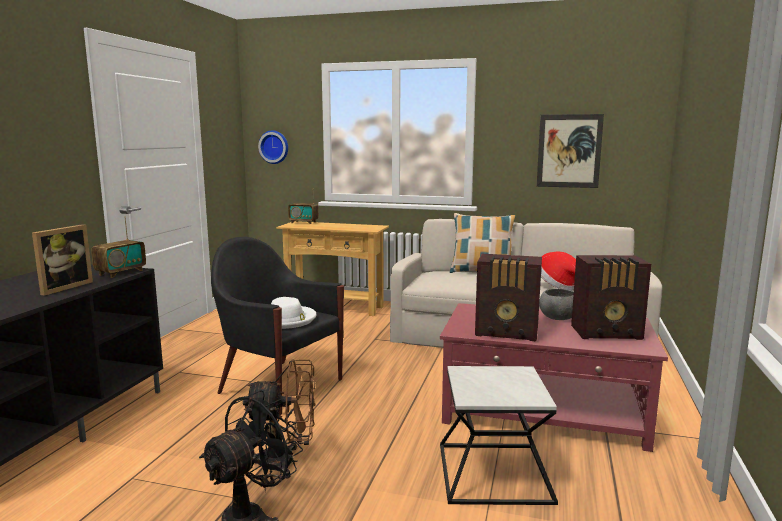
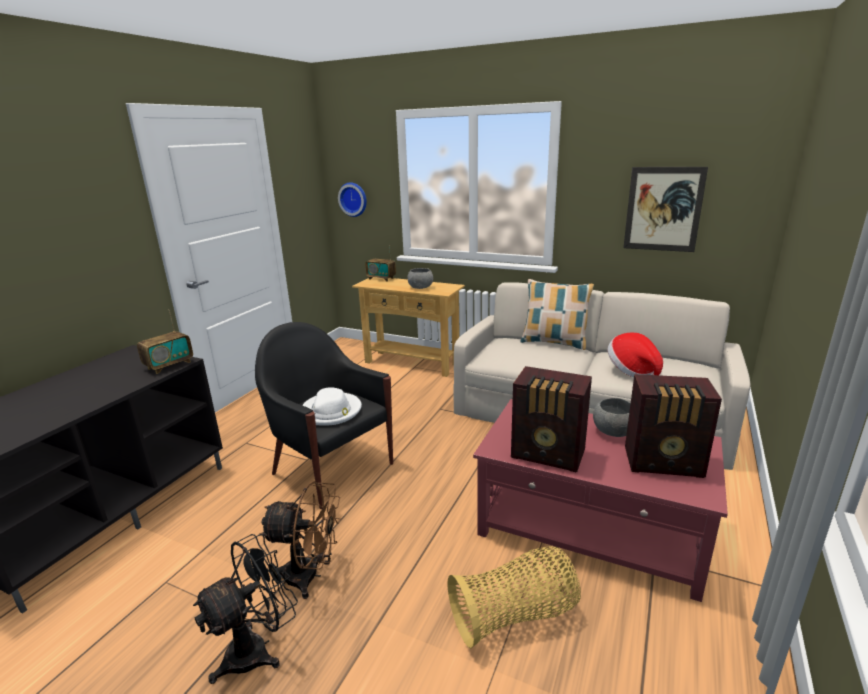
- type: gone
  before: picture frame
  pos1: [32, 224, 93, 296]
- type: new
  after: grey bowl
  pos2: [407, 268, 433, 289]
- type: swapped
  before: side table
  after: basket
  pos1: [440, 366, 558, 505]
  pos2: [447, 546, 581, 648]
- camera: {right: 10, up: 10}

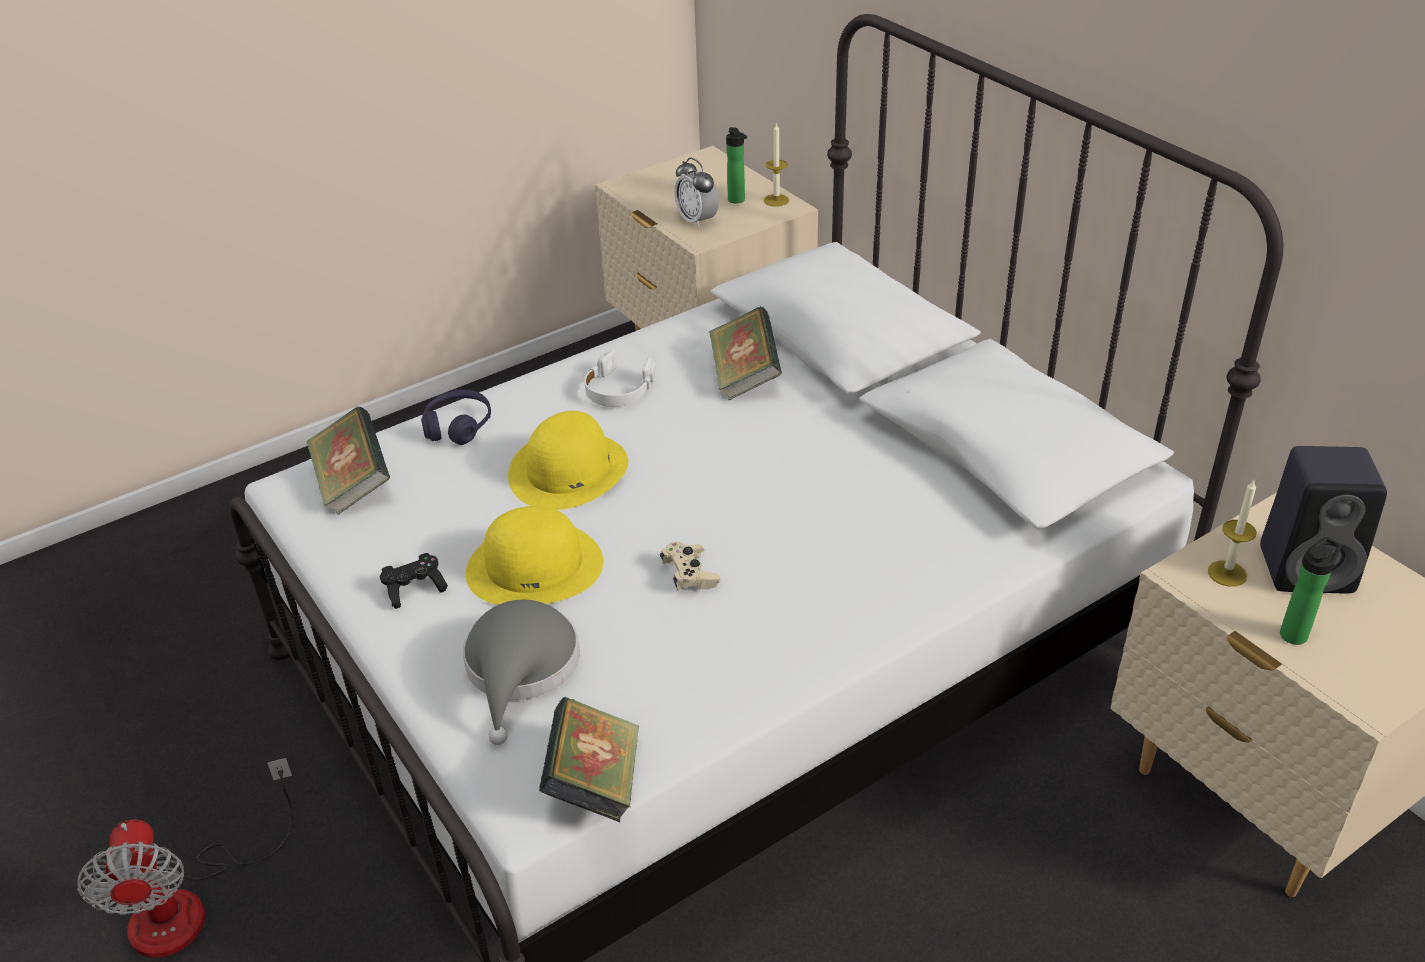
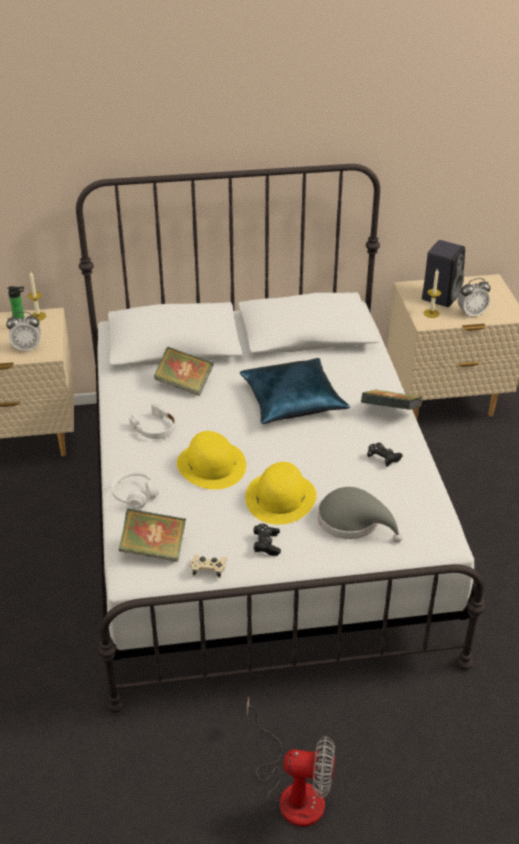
- type: new
  after: blue pillow
  pos2: [240, 358, 350, 424]
- type: new
  after: black game controller
  pos2: [367, 443, 403, 467]
- type: shifted
  before: book
  pos1: [539, 697, 639, 822]
  pos2: [361, 389, 422, 410]
- type: shifted
  before: beige game controller
  pos1: [660, 542, 720, 591]
  pos2: [190, 555, 227, 578]
- type: swapped
  before: bottle
  after: alarm clock
  pos1: [1280, 537, 1342, 645]
  pos2: [458, 278, 491, 318]
- type: repainted
  before: purple headphones
  after: white headphones
  pos1: [421, 390, 491, 445]
  pos2: [111, 472, 159, 509]
- camera: {right: -65, up: 0}

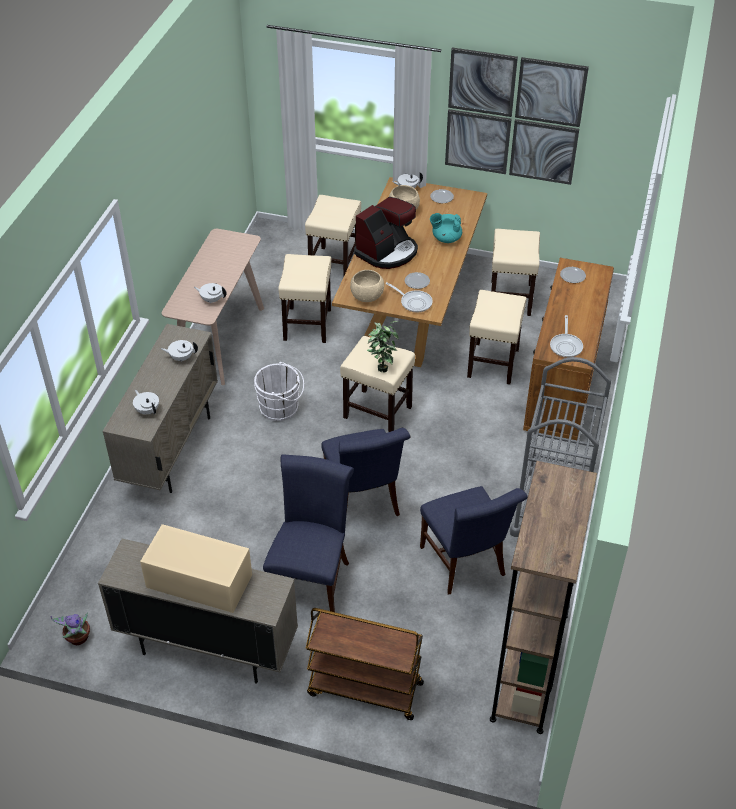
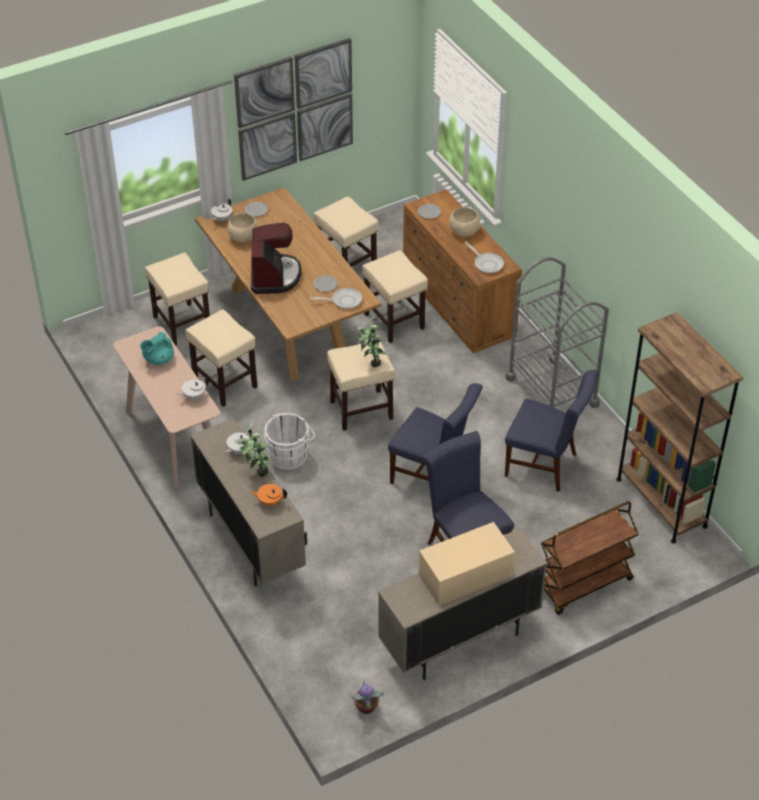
- type: new
  after: potted plant
  pos2: [237, 424, 273, 477]
- type: shifted
  before: beige bowl
  pos1: [350, 270, 384, 302]
  pos2: [449, 207, 480, 237]
- type: shifted
  before: turquoise teapot
  pos1: [430, 213, 462, 243]
  pos2: [140, 332, 174, 365]
- type: repainted
  before: white teapot
  after: orange teapot
  pos1: [133, 390, 159, 414]
  pos2: [250, 484, 287, 507]
- camera: {right: -45, up: 0}

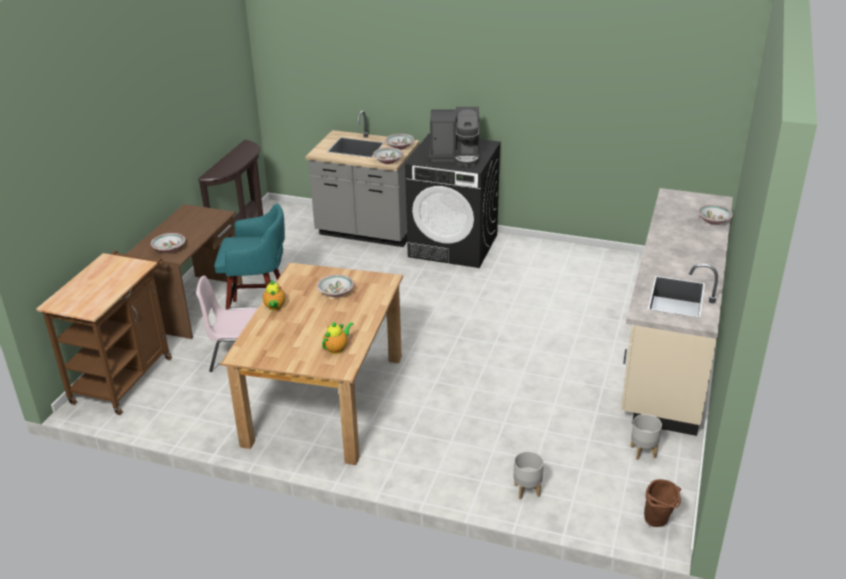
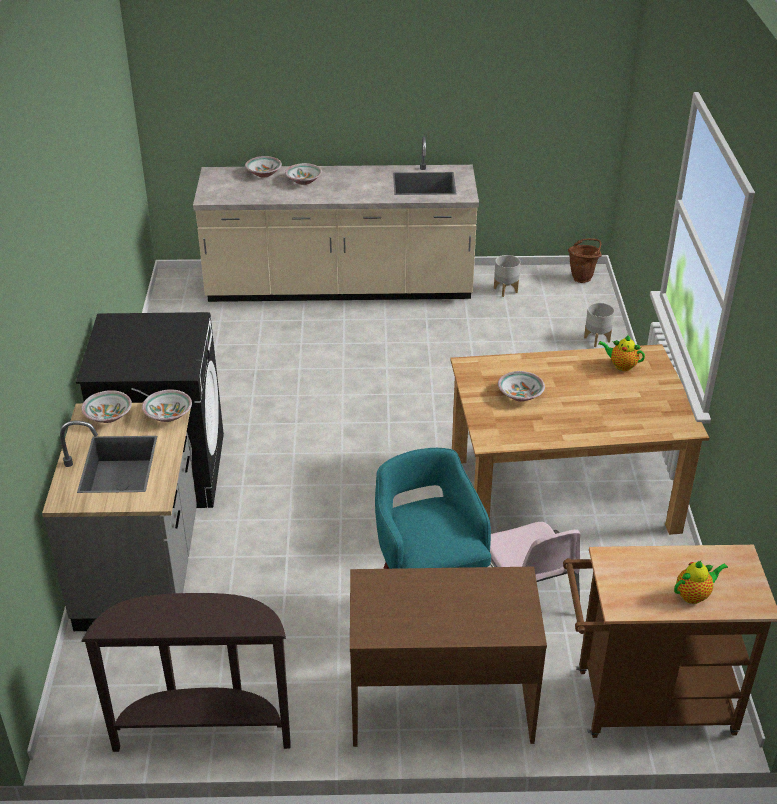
- type: gone
  before: coffee machine
  pos1: [429, 107, 479, 167]
- type: shifted
  before: bowl
  pos1: [151, 233, 185, 253]
  pos2: [285, 163, 322, 185]
- type: shifted
  before: teapot
  pos1: [263, 280, 285, 311]
  pos2: [674, 561, 728, 604]
- camera: {right: -110, up: 5}

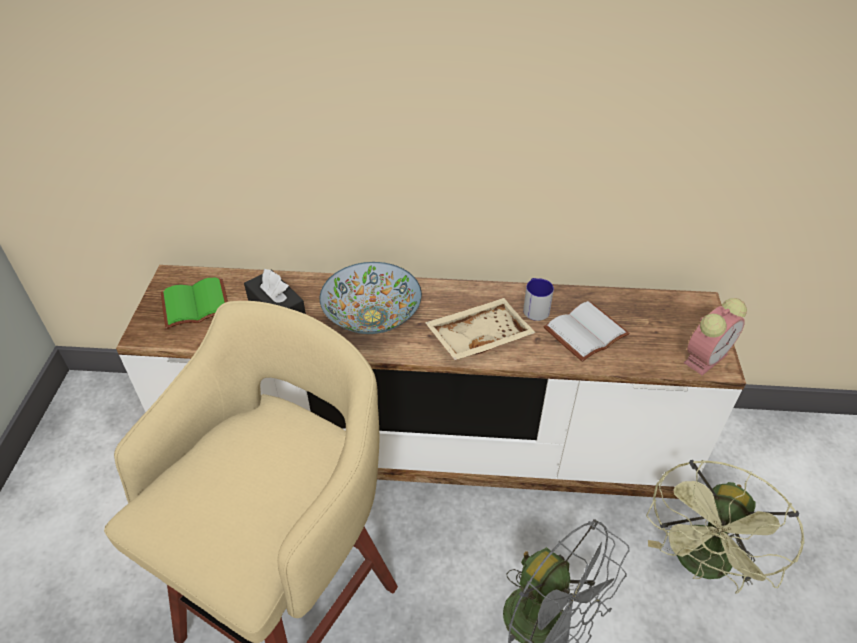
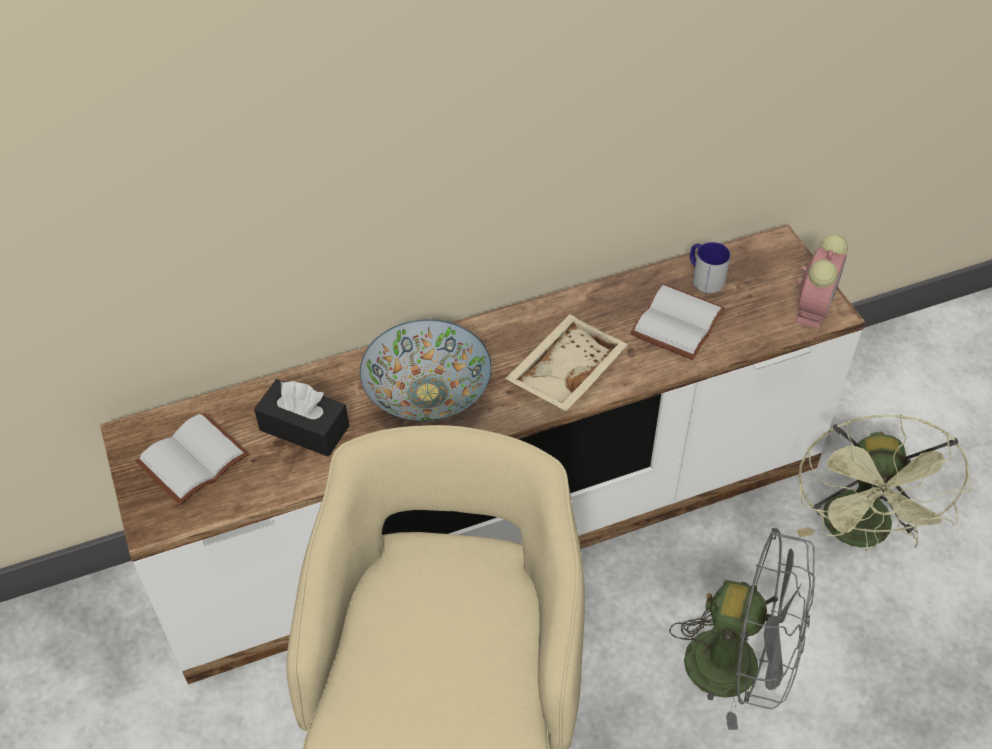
- type: shifted
  before: mug
  pos1: [523, 278, 554, 321]
  pos2: [690, 242, 731, 293]
- type: repainted
  before: green book
  after: white book
  pos1: [161, 277, 228, 329]
  pos2: [135, 413, 249, 505]
- camera: {right: -25, up: 5}

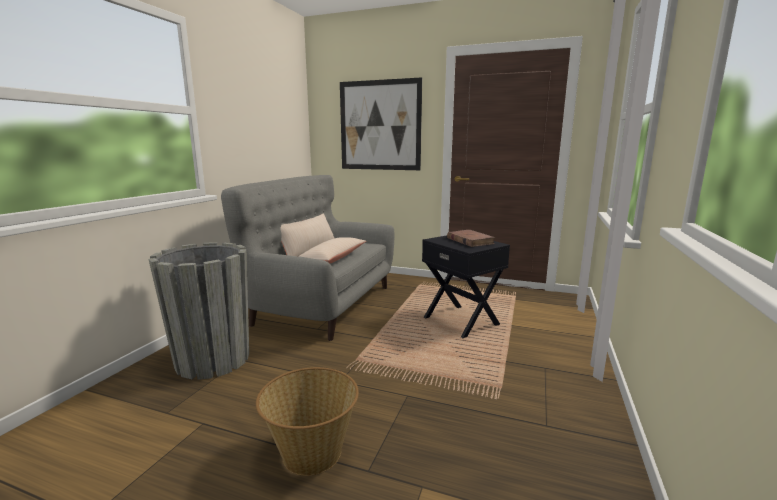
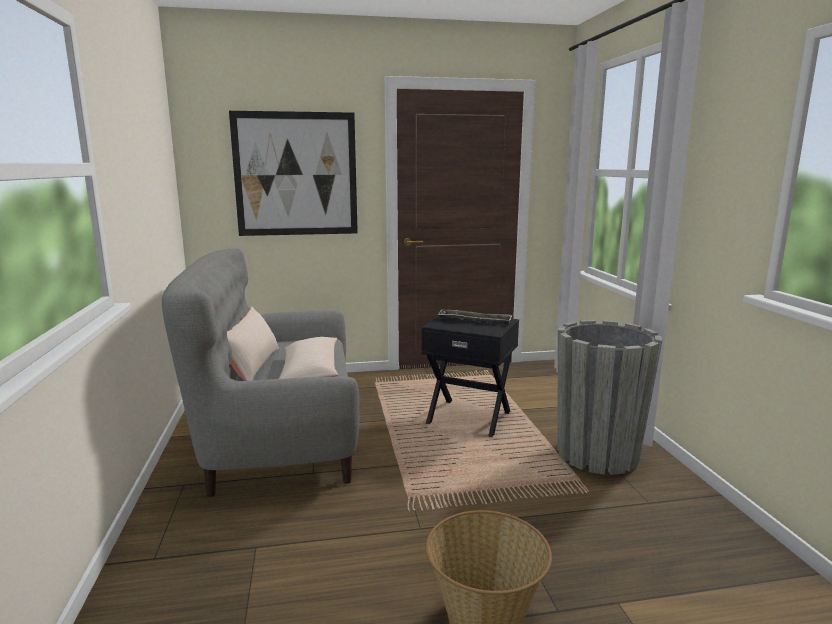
- type: shifted
  before: grey planter
  pos1: [148, 242, 249, 380]
  pos2: [558, 320, 662, 475]
- type: swapped
  before: brown book
  after: tray
  pos1: [447, 230, 495, 247]
  pos2: [438, 309, 512, 325]
- camera: {right: -30, up: 0}

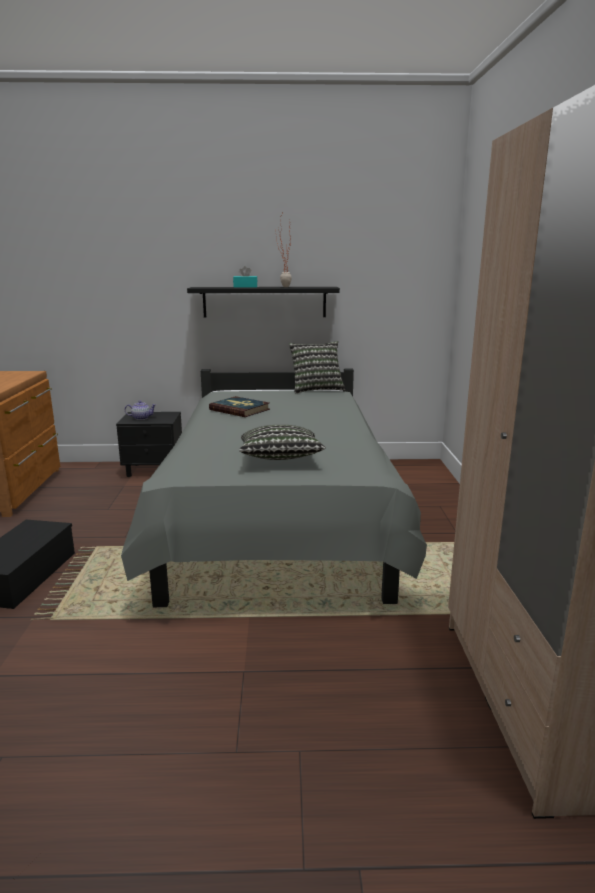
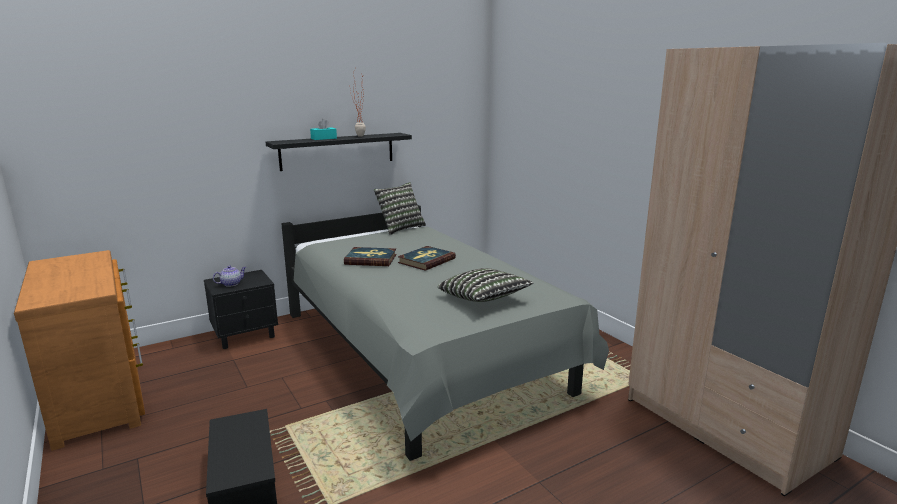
- type: new
  after: book
  pos2: [398, 246, 456, 271]
- camera: {right: -30, up: 0}

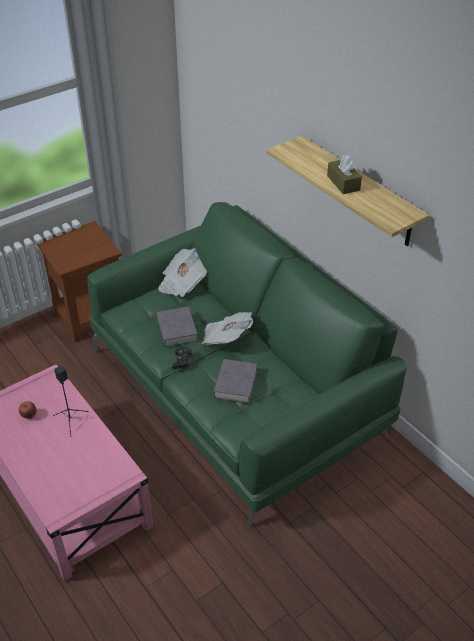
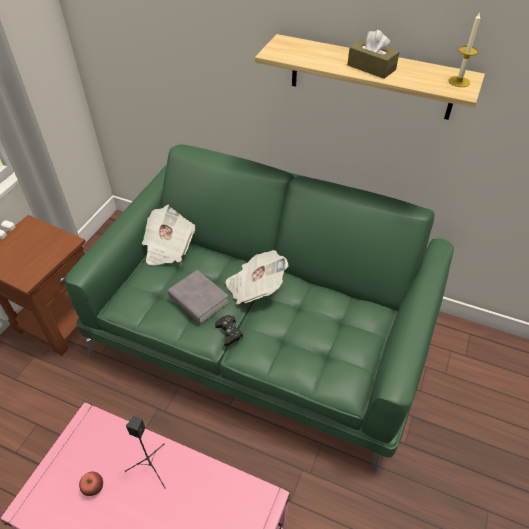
- type: gone
  before: grey book
  pos1: [213, 359, 257, 404]
- type: new
  after: candle
  pos2: [449, 12, 480, 87]
- camera: {right: -30, up: 5}

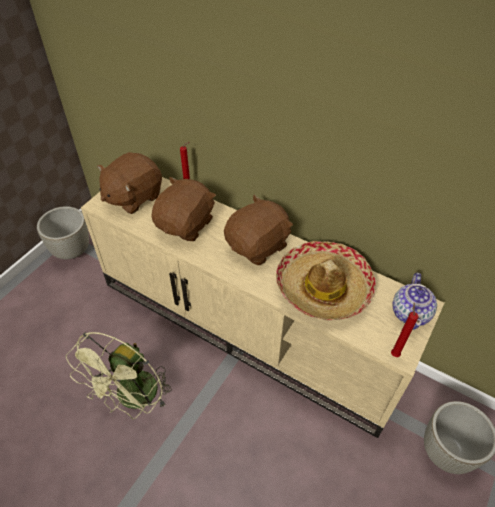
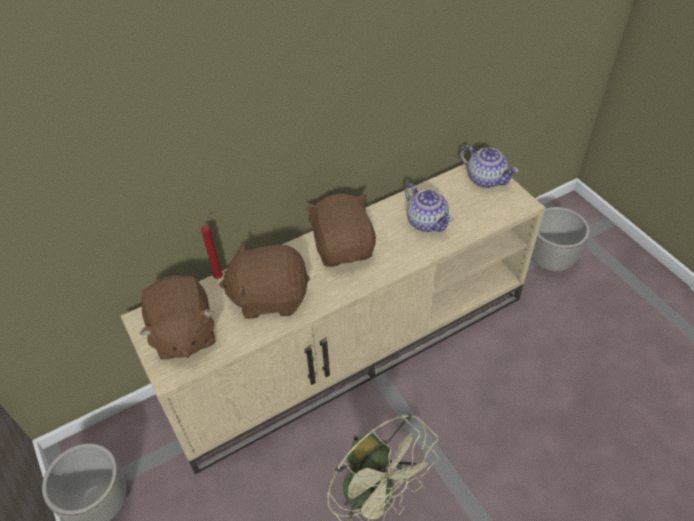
- type: gone
  before: red candle
  pos1: [391, 303, 419, 357]
- type: swapped
  before: hat
  after: teapot
  pos1: [276, 241, 376, 321]
  pos2: [405, 183, 453, 232]
- type: rotated
  before: brown plush toy
  pos1: [151, 177, 216, 241]
  pos2: [219, 242, 310, 319]
  turn: -60
- camera: {right: -60, up: 0}

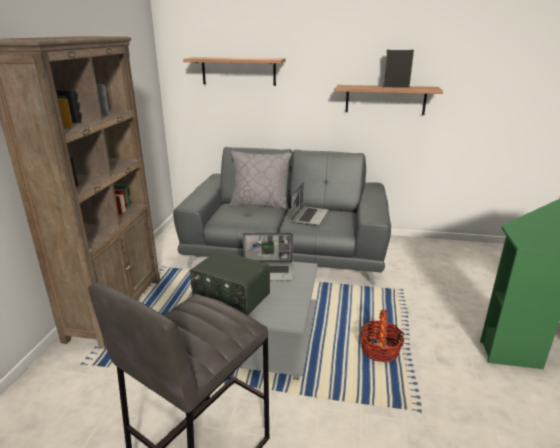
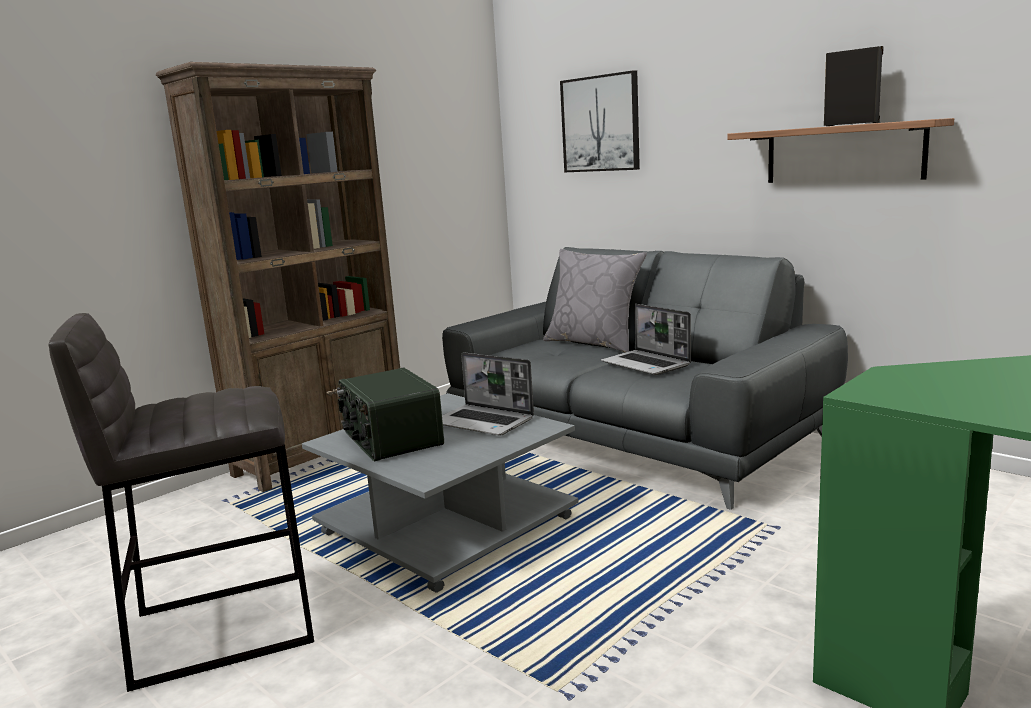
- type: gone
  before: basket
  pos1: [360, 310, 404, 363]
- type: swapped
  before: shelf
  after: picture
  pos1: [183, 57, 286, 86]
  pos2: [560, 70, 640, 172]
- type: rotated
  before: laptop
  pos1: [291, 182, 329, 226]
  pos2: [601, 304, 691, 375]
  turn: 90
- camera: {right: 35, up: -10}

